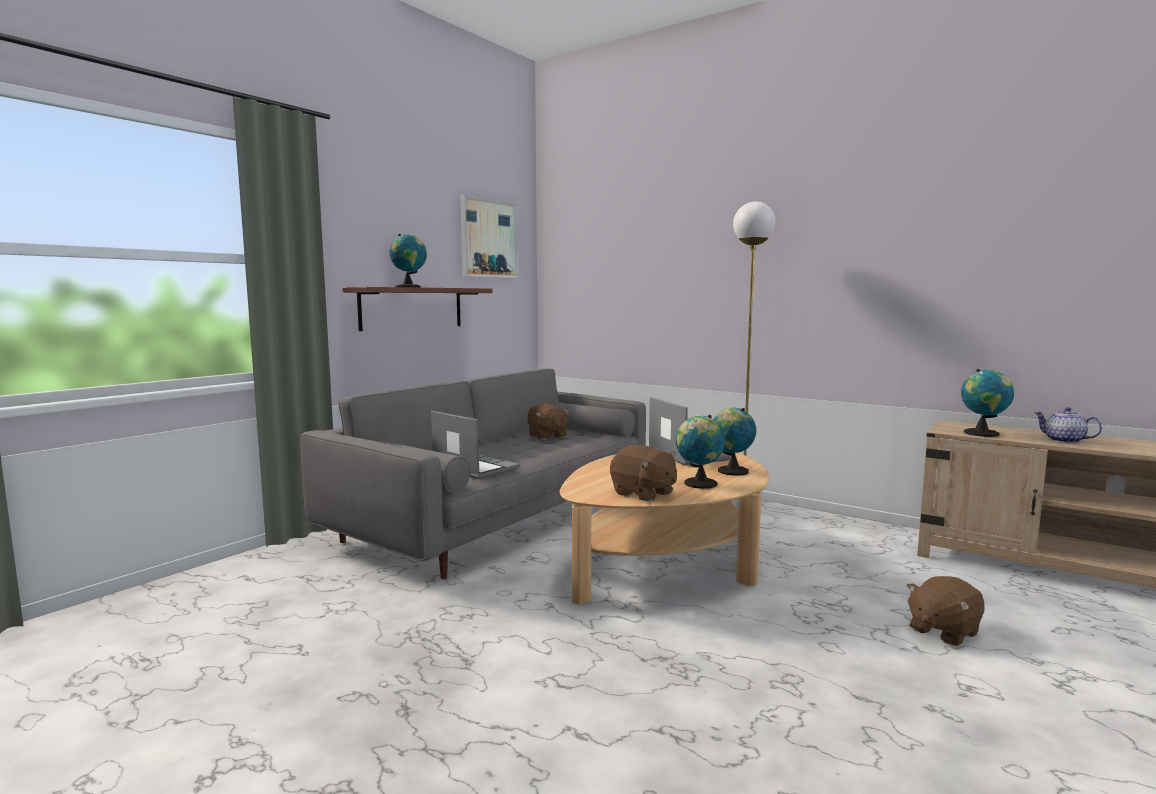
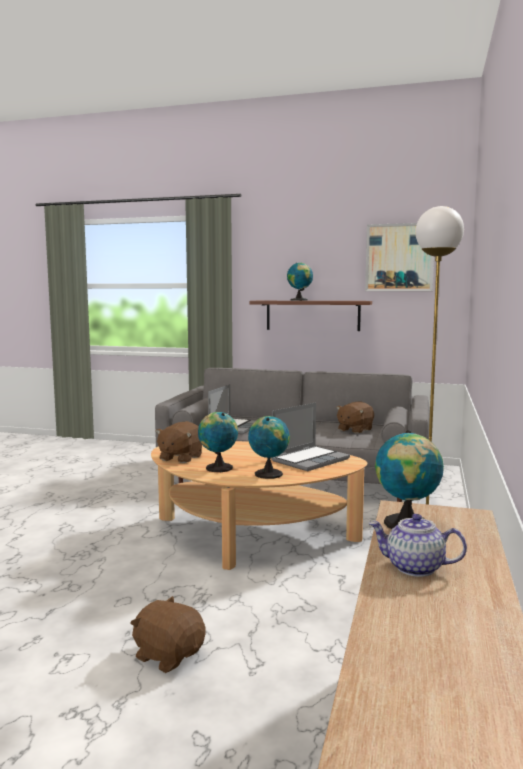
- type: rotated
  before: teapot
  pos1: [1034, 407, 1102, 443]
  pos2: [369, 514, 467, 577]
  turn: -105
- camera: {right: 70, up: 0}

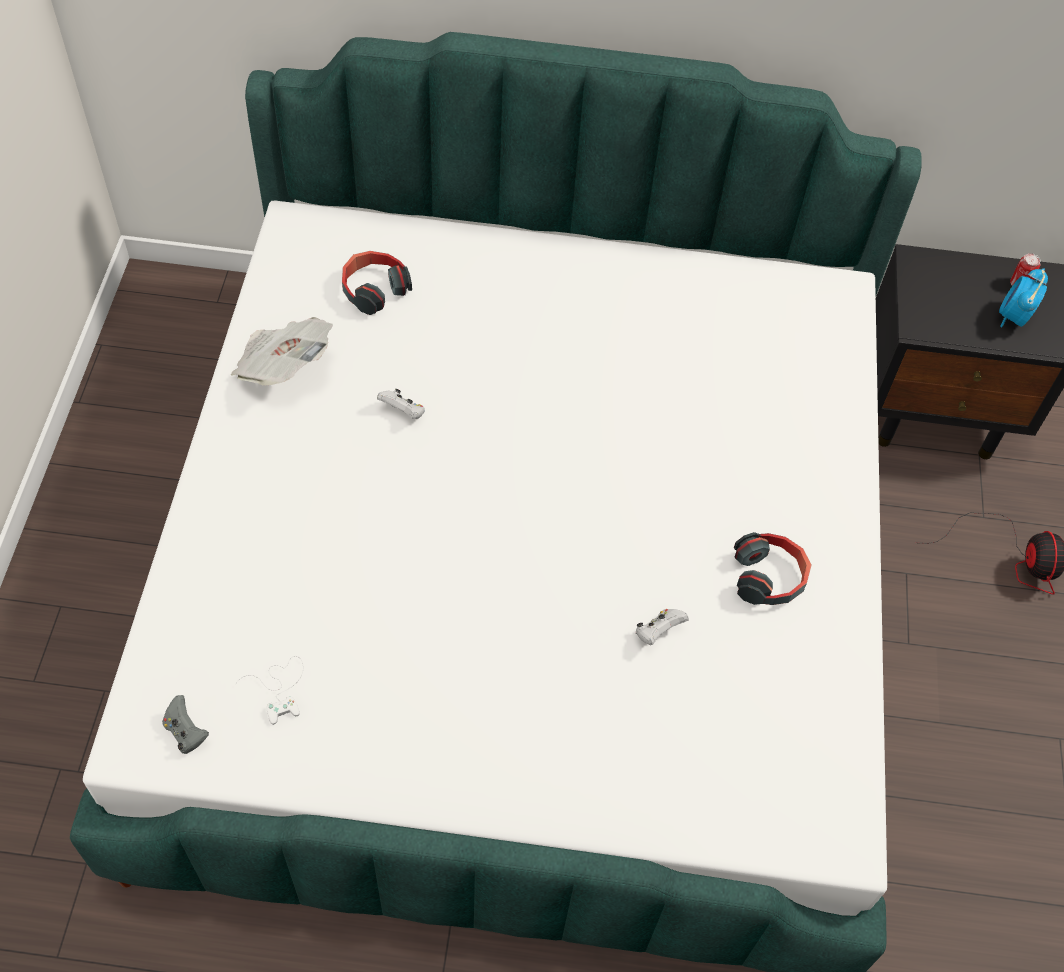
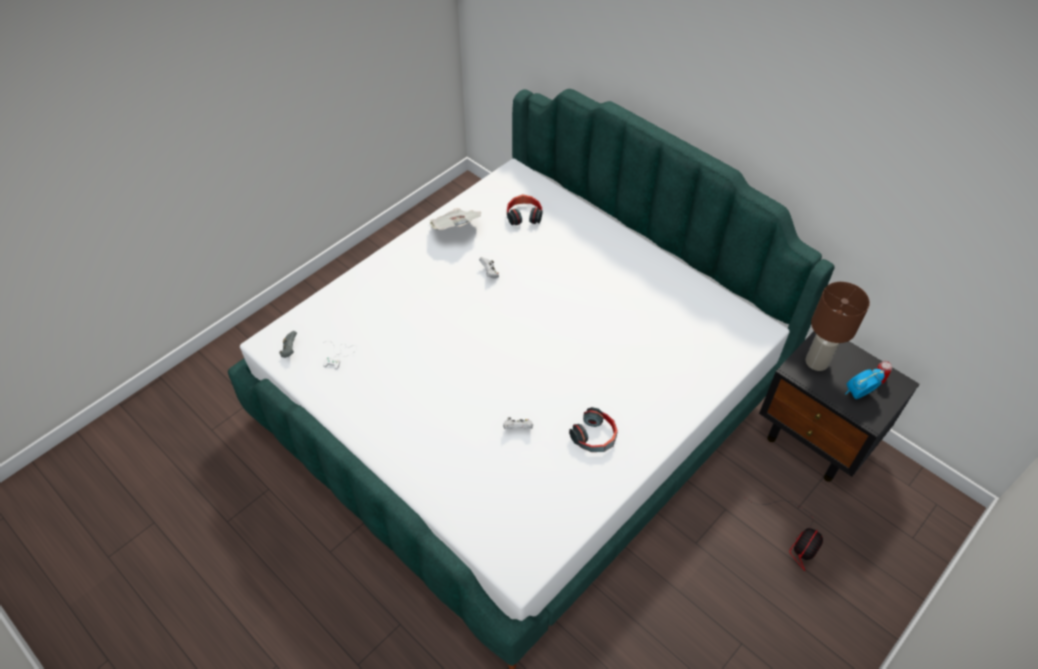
- type: new
  after: brown table lamp
  pos2: [806, 282, 870, 371]
- camera: {right: 40, up: -5}

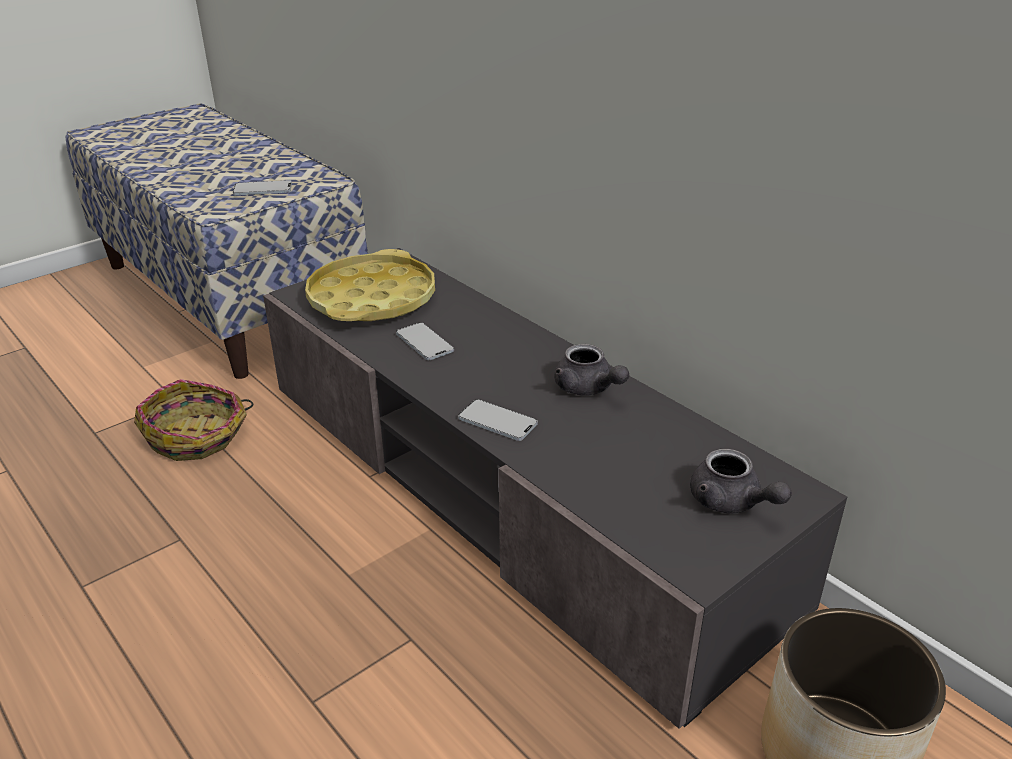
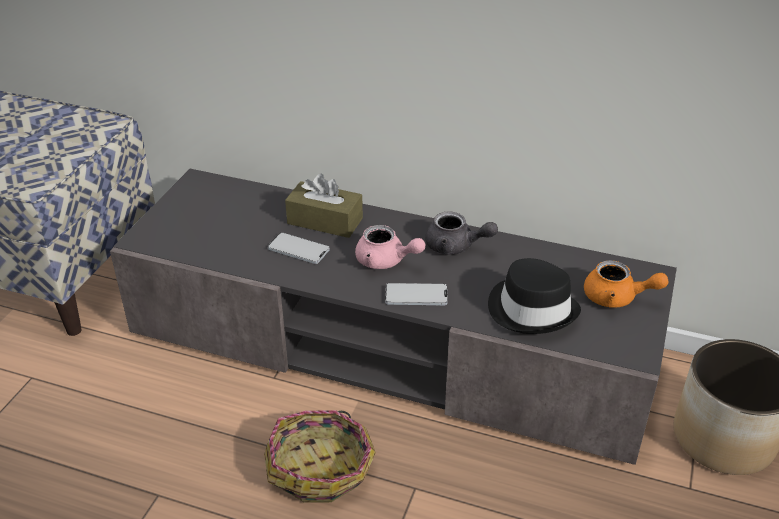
- type: gone
  before: phone
  pos1: [233, 180, 292, 195]
- type: gone
  before: yellow tray
  pos1: [305, 249, 435, 321]
- type: new
  after: brown tissue box
  pos2: [285, 174, 363, 238]
- type: new
  after: pink teapot
  pos2: [355, 225, 425, 269]
- type: new
  after: black hat
  pos2: [488, 258, 581, 334]
- type: shifted
  before: basket
  pos1: [134, 379, 253, 461]
  pos2: [264, 411, 376, 503]
- type: repainted
  before: grey teapot
  after: orange teapot
  pos1: [690, 449, 792, 513]
  pos2: [584, 260, 669, 308]
- camera: {right: -30, up: 5}

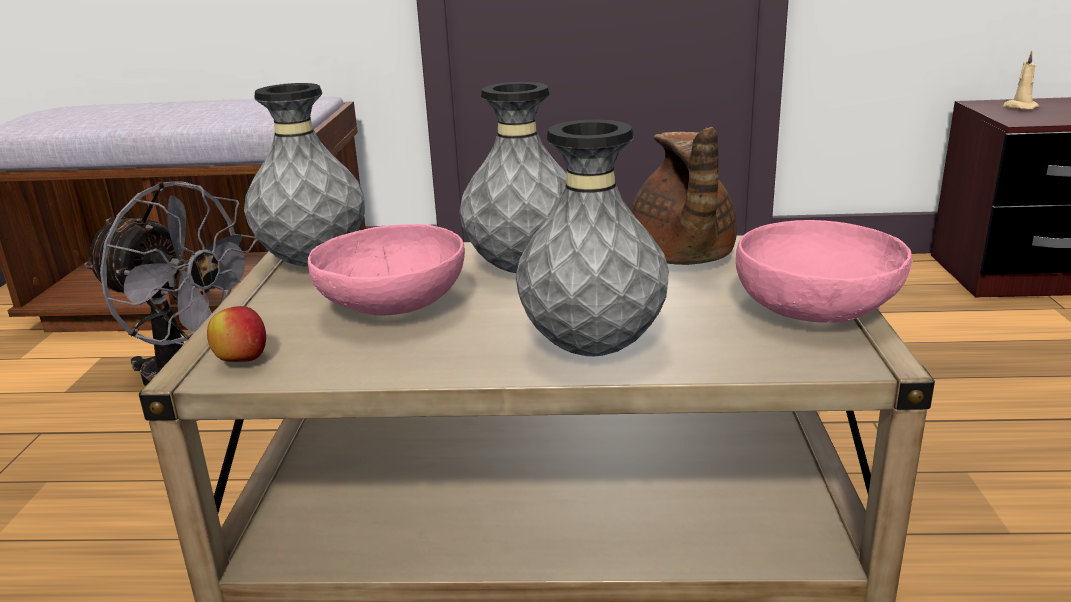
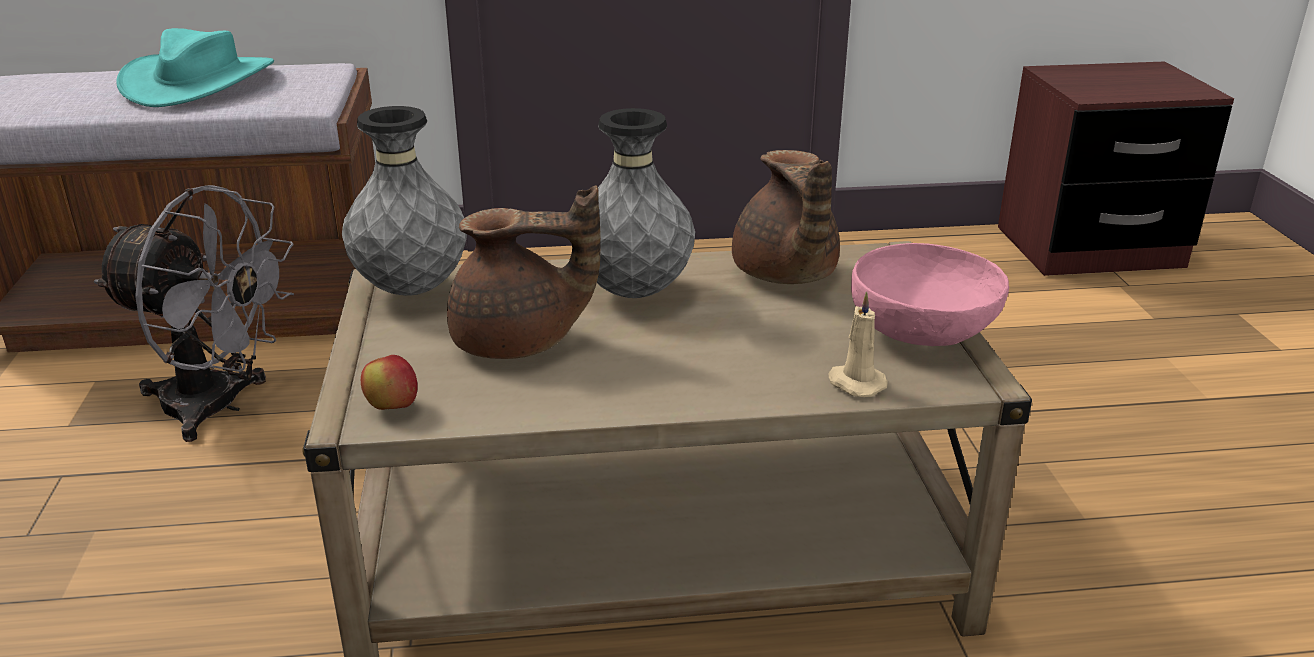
- type: gone
  before: grey vase
  pos1: [516, 120, 669, 356]
- type: new
  after: turquoise hat
  pos2: [117, 28, 274, 107]
- type: shifted
  before: beige candle
  pos1: [1003, 51, 1040, 110]
  pos2: [828, 291, 887, 397]
- type: swapped
  before: pink bowl
  after: brown teapot
  pos1: [308, 224, 465, 316]
  pos2: [447, 185, 601, 359]
- camera: {right: -10, up: 5}

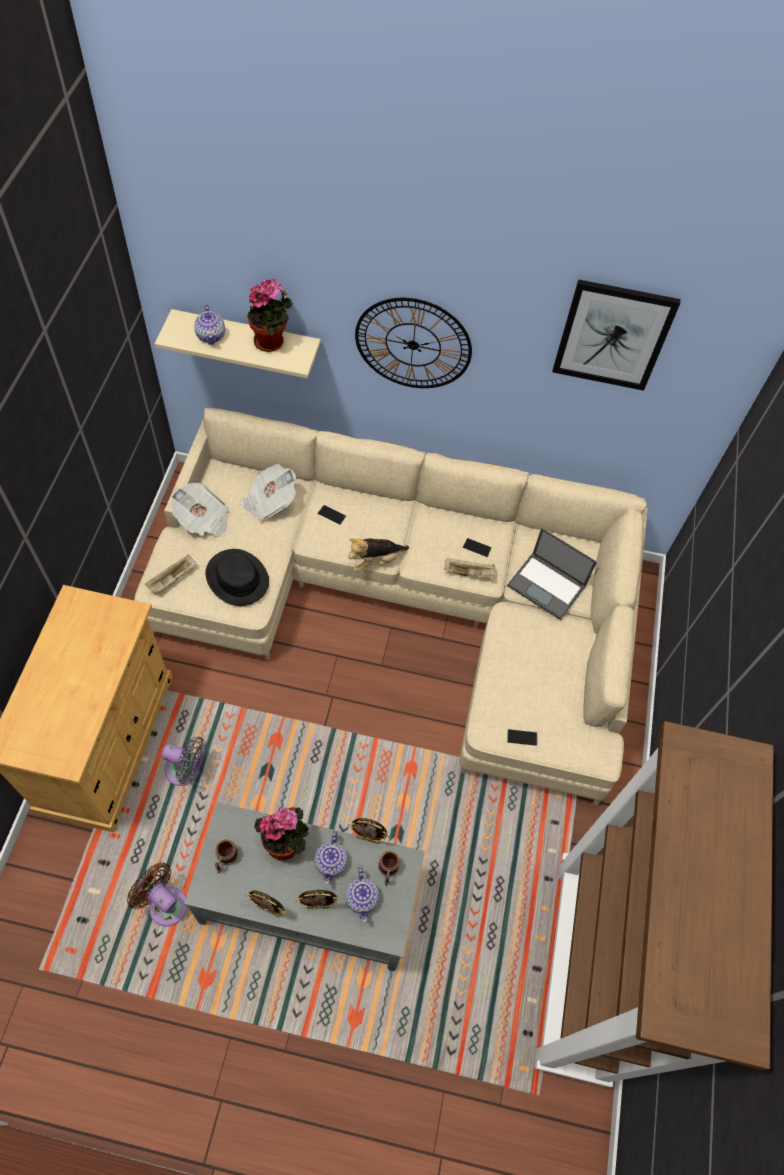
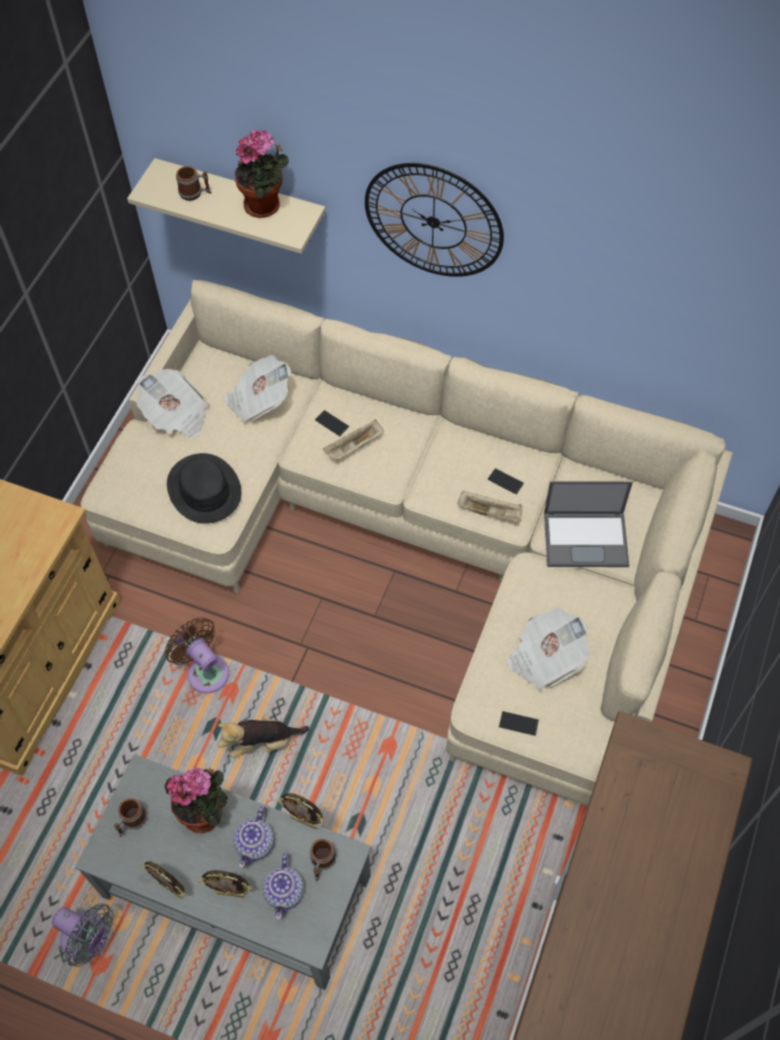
- type: gone
  before: picture
  pos1: [552, 279, 681, 391]
- type: new
  after: newspaper
  pos2: [506, 608, 590, 691]
- type: shifted
  before: brown fan
  pos1: [127, 862, 188, 926]
  pos2: [165, 617, 229, 693]
- type: shifted
  before: beige tray
  pos1: [145, 554, 196, 594]
  pos2: [323, 420, 383, 461]
- type: shifted
  before: grey fan
  pos1: [161, 737, 207, 786]
  pos2: [52, 903, 113, 967]
- type: shifted
  before: plush toy
  pos1: [348, 538, 409, 572]
  pos2: [218, 715, 309, 758]
- type: swapped
  before: teapot
  after: mug
  pos1: [194, 304, 225, 345]
  pos2: [176, 166, 212, 201]
- type: rotated
  before: laptop
  pos1: [507, 528, 597, 620]
  pos2: [544, 481, 633, 567]
  turn: -45
- camera: {right: 15, up: 0}

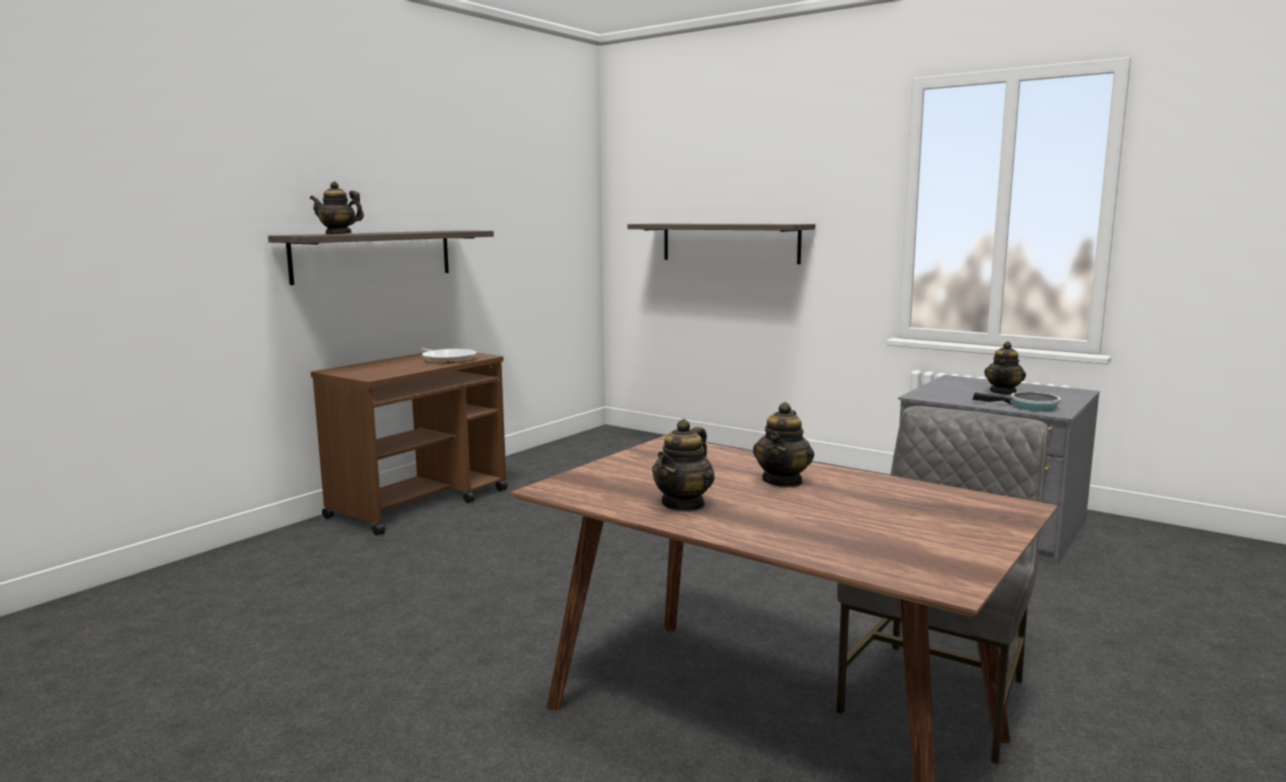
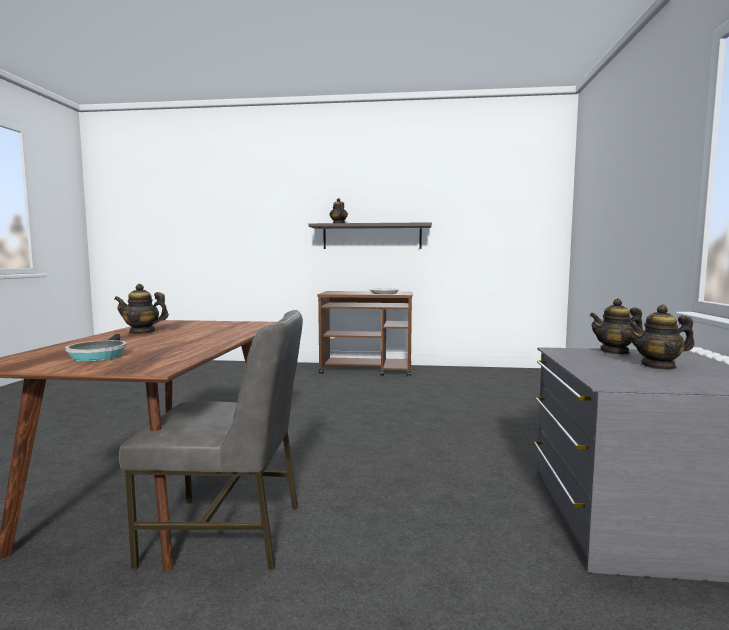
- type: gone
  before: shelf
  pos1: [628, 224, 815, 264]
- type: shifted
  before: teapot
  pos1: [753, 402, 814, 487]
  pos2: [590, 299, 643, 354]
- type: shifted
  before: frying pan
  pos1: [972, 392, 1061, 411]
  pos2: [65, 334, 127, 361]
- camera: {right: 60, up: -5}

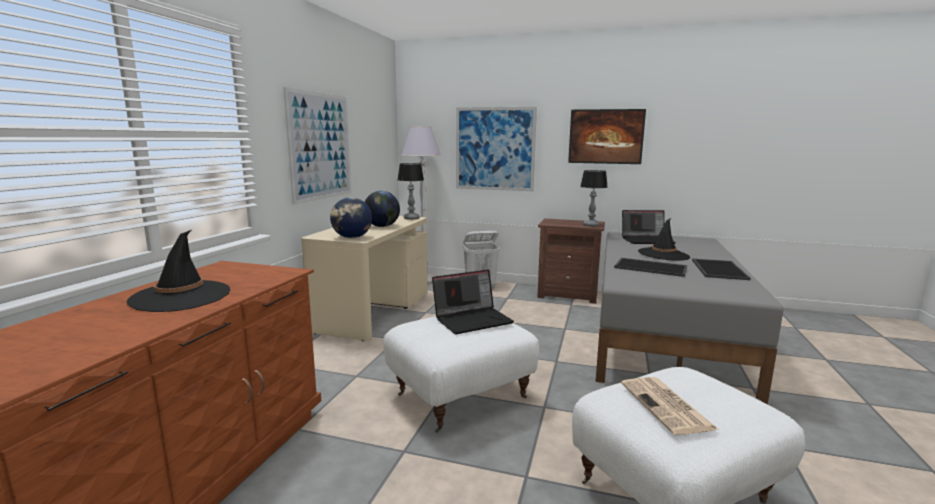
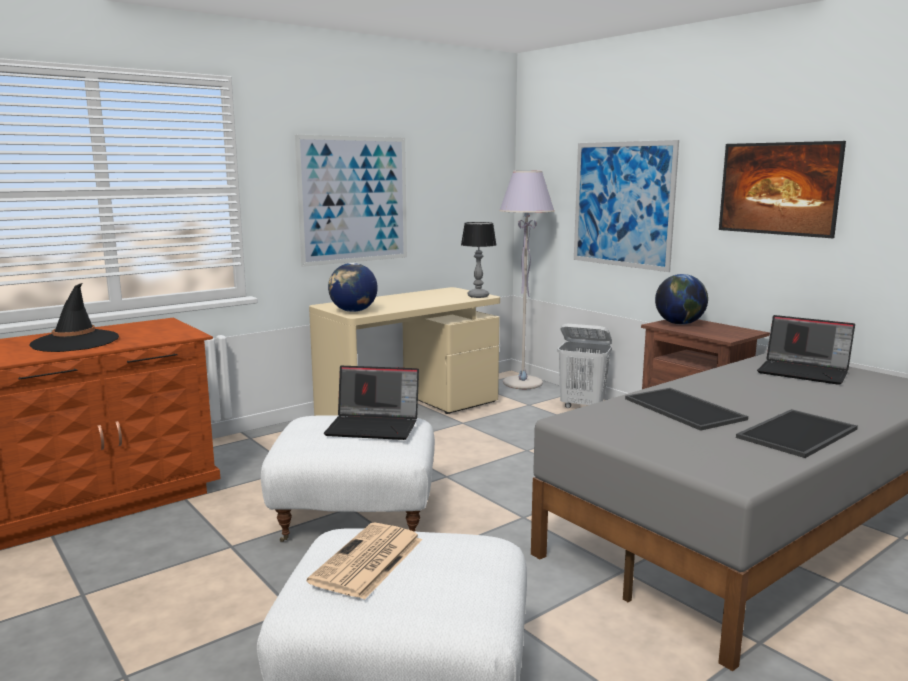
- type: gone
  before: table lamp
  pos1: [580, 170, 608, 227]
- type: gone
  before: black hat
  pos1: [638, 218, 690, 261]
- type: shifted
  before: globe
  pos1: [365, 191, 400, 227]
  pos2: [655, 274, 708, 325]
- camera: {right: 35, up: 0}

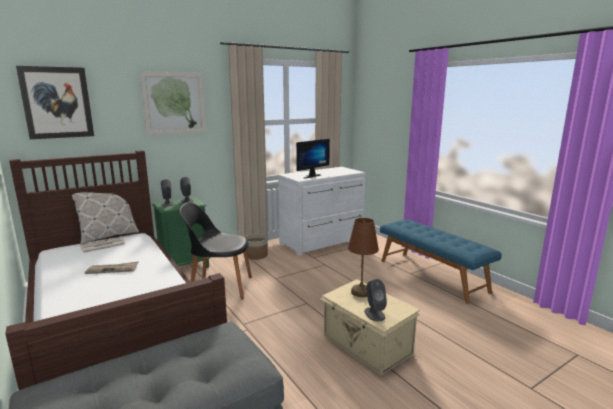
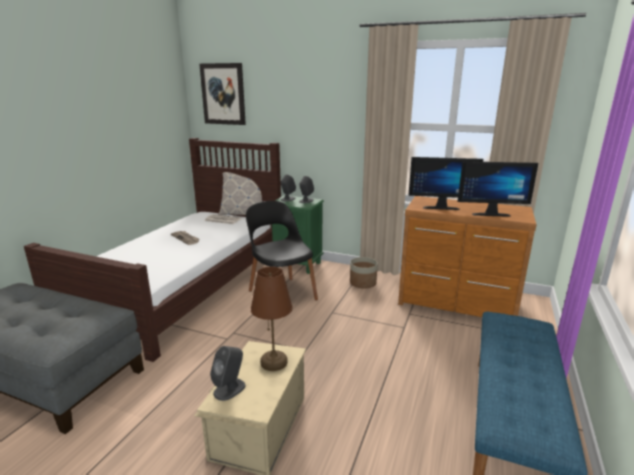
- type: gone
  before: picture
  pos1: [140, 71, 206, 136]
- type: new
  after: monitor
  pos2: [457, 161, 538, 216]
- type: repainted
  before: white dresser
  after: brown dresser
  pos1: [278, 167, 366, 256]
  pos2: [398, 196, 537, 317]
- camera: {right: 55, up: 5}

